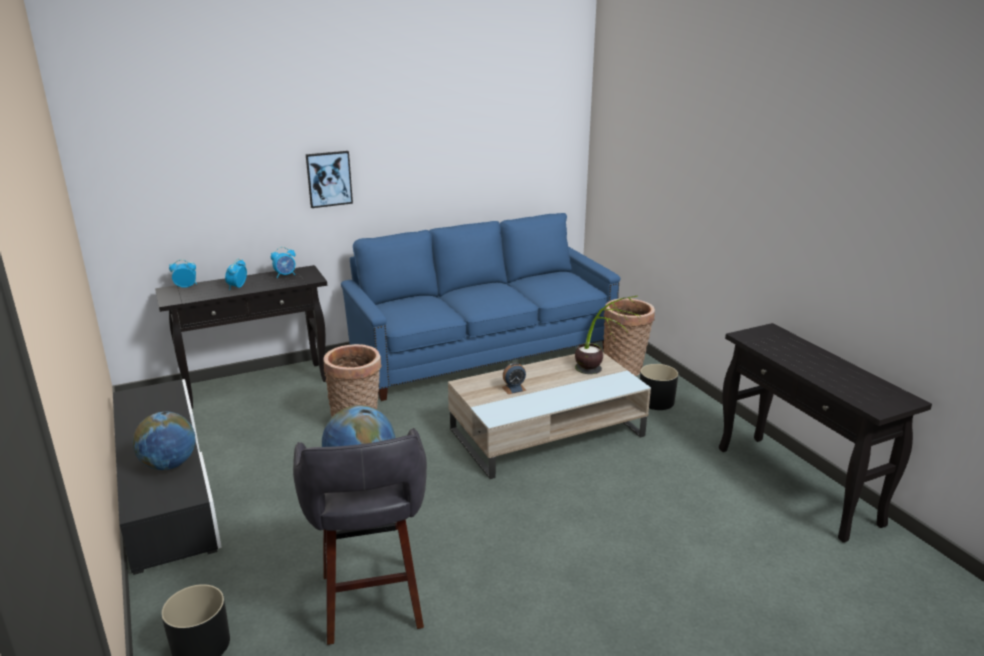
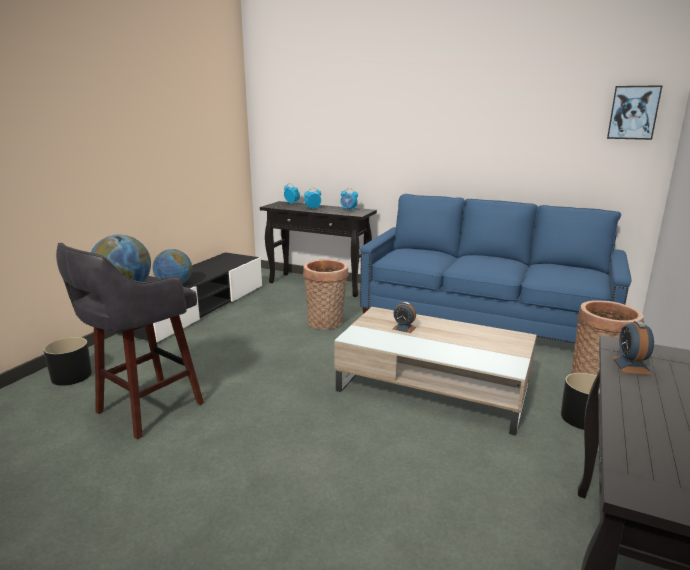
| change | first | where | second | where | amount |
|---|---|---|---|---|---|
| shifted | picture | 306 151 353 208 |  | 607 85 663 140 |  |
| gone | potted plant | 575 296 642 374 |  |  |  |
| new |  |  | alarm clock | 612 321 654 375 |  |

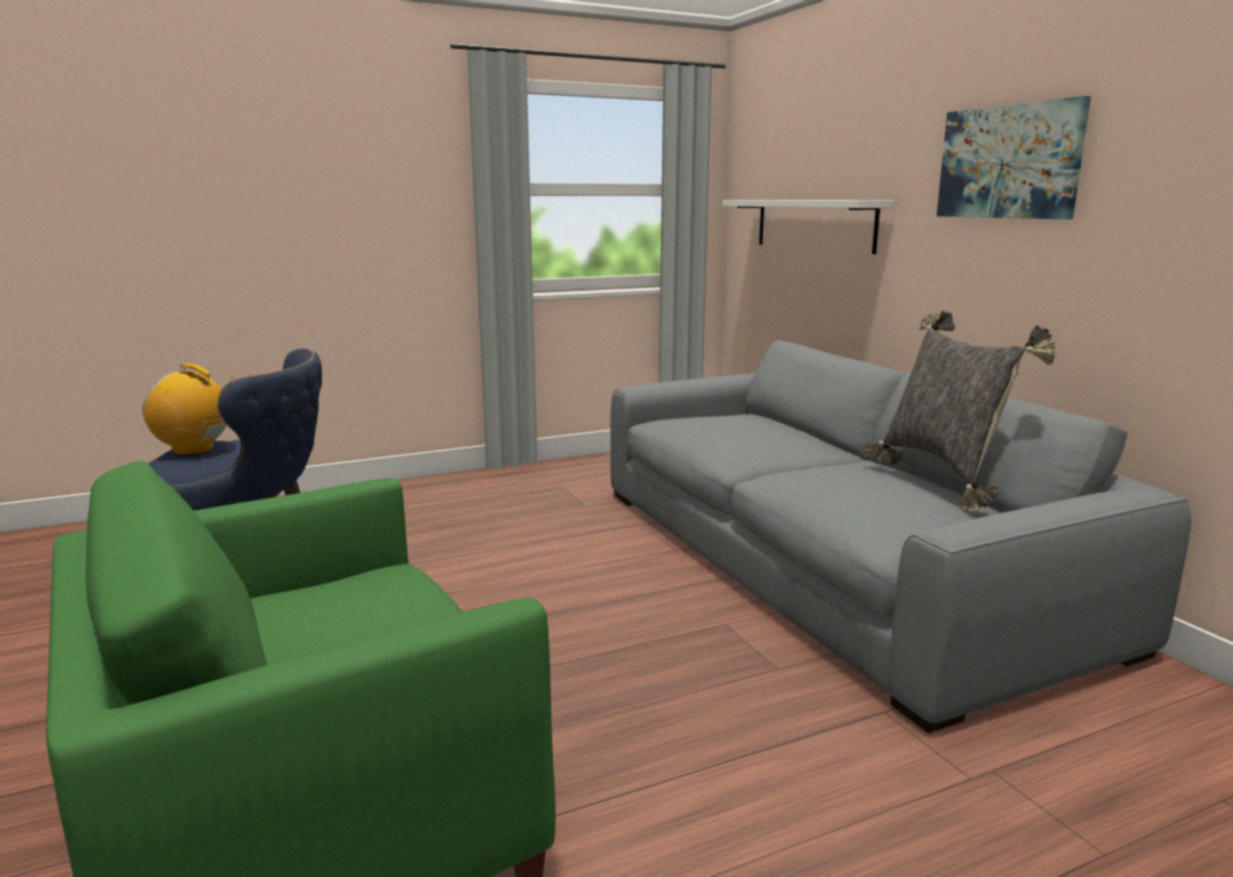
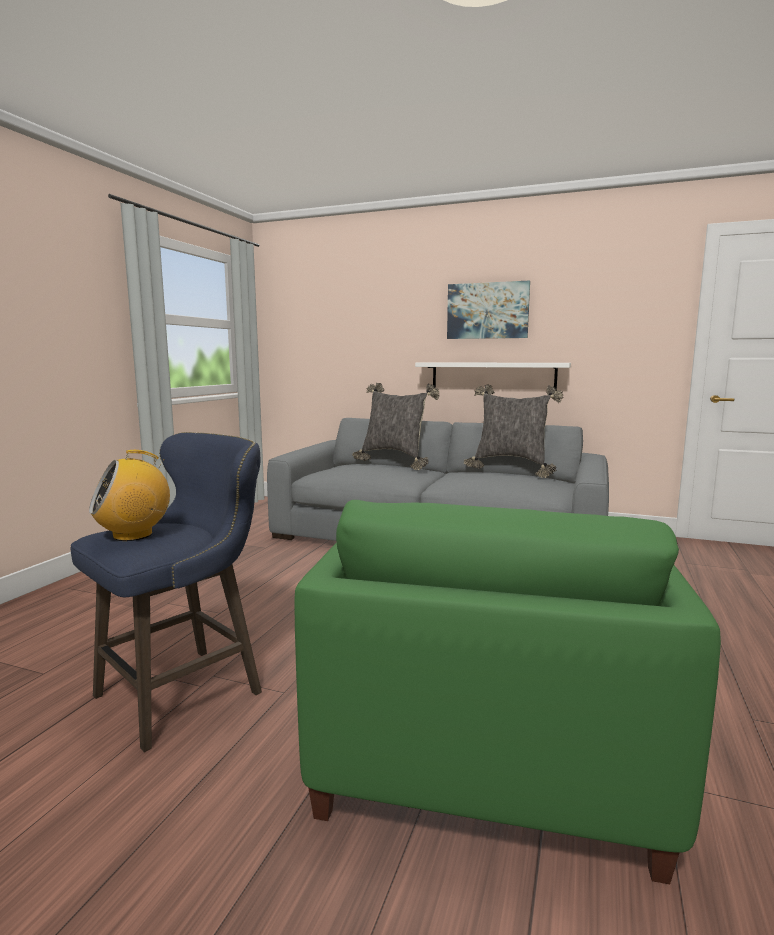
| change | first | where | second | where | amount |
|---|---|---|---|---|---|
| shifted | white shelf | 723 200 894 254 |  | 415 362 571 391 |  |
| new |  |  | pillow | 352 383 440 470 |  |

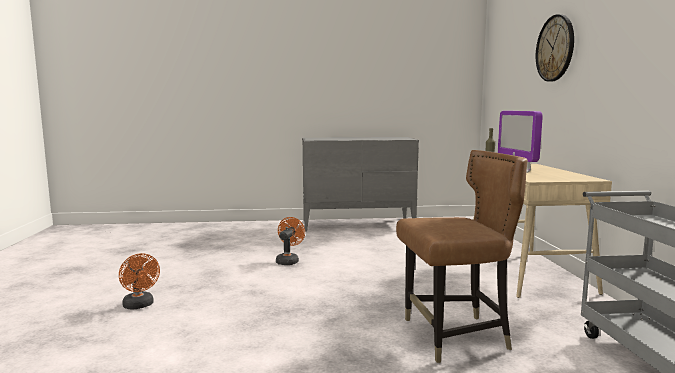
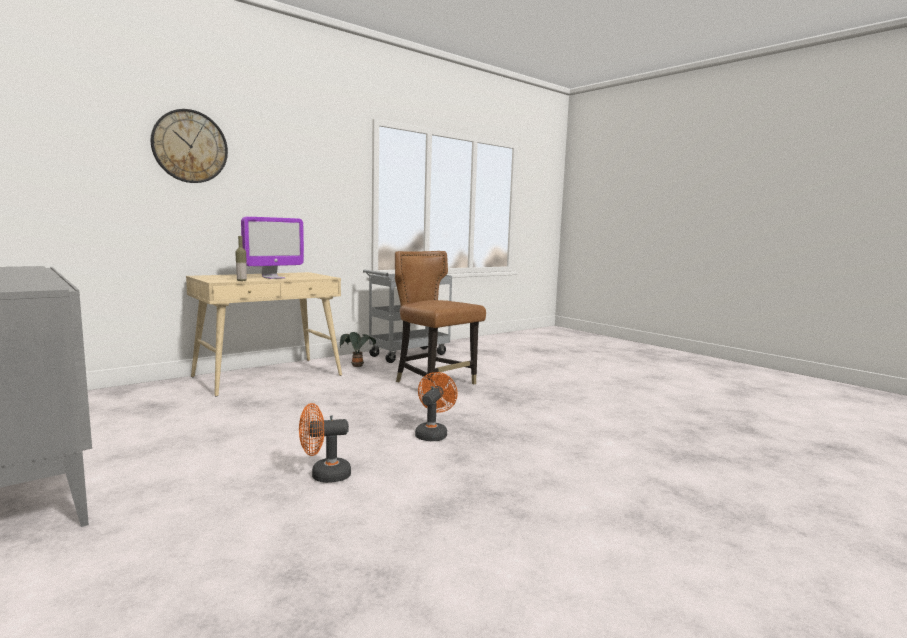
| change | first | where | second | where | amount |
|---|---|---|---|---|---|
| shifted | orange fan | 119 253 160 310 |  | 415 372 458 441 |  |
| new |  |  | potted plant | 340 332 376 367 |  |

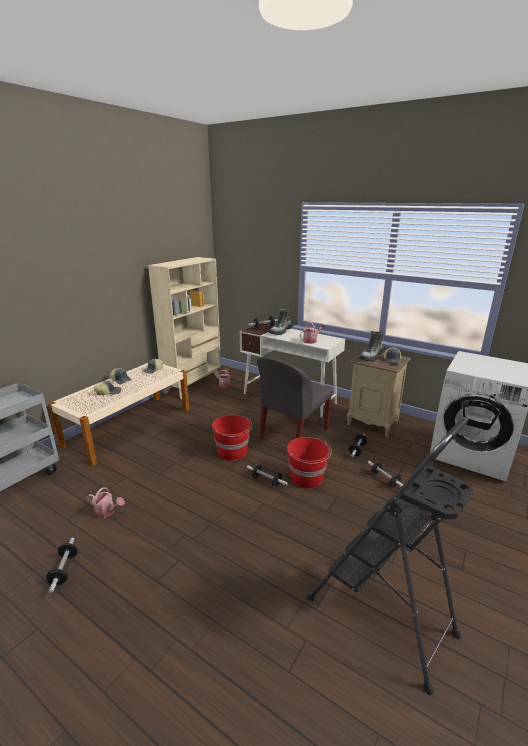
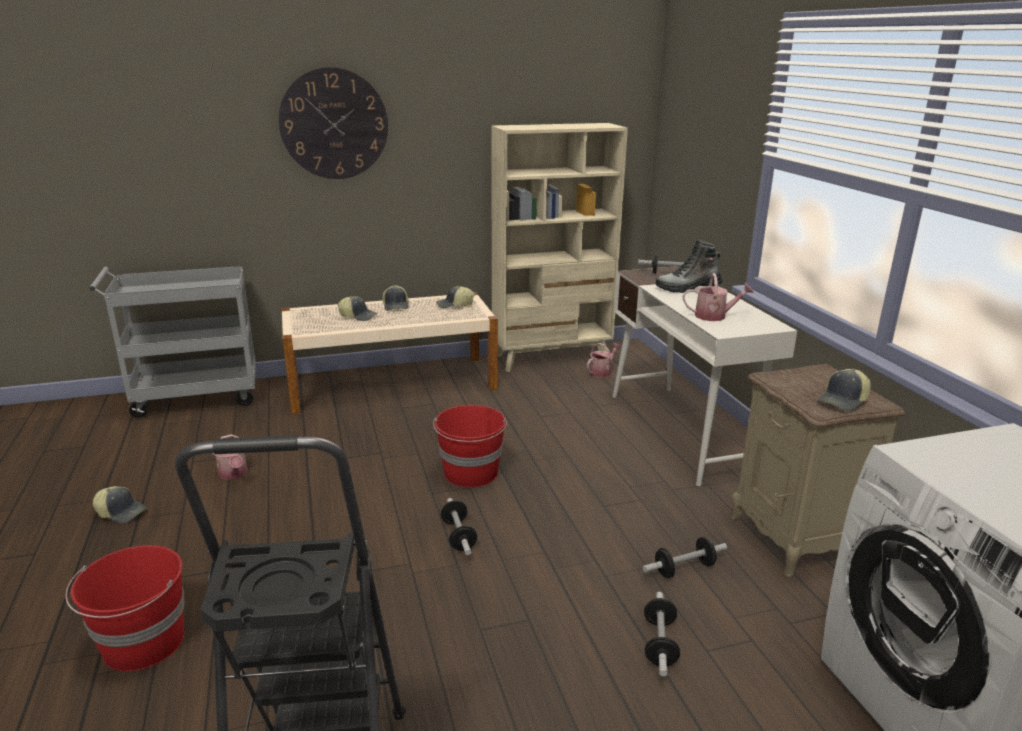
| change | first | where | second | where | amount |
|---|---|---|---|---|---|
| swapped | dumbbell | 46 538 78 593 | cap | 93 486 147 524 |  |
| gone | grey chair | 257 357 332 439 |  |  |  |
| shifted | red bucket | 287 437 332 489 |  | 65 545 185 672 |  |
| gone | boot | 359 331 384 361 |  |  |  |
| new |  |  | wall clock | 278 67 388 179 |  |

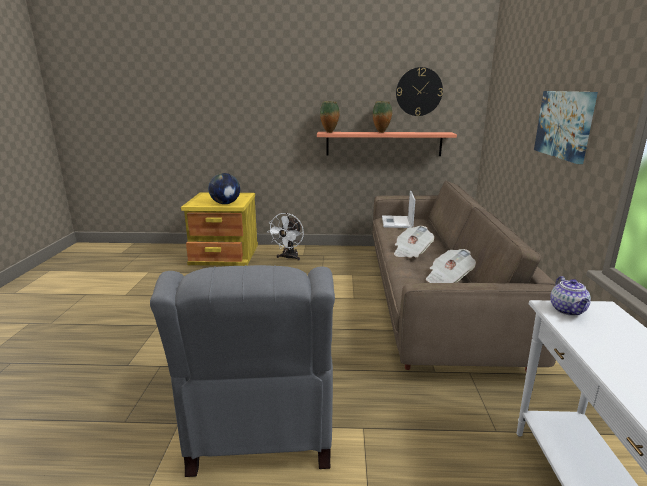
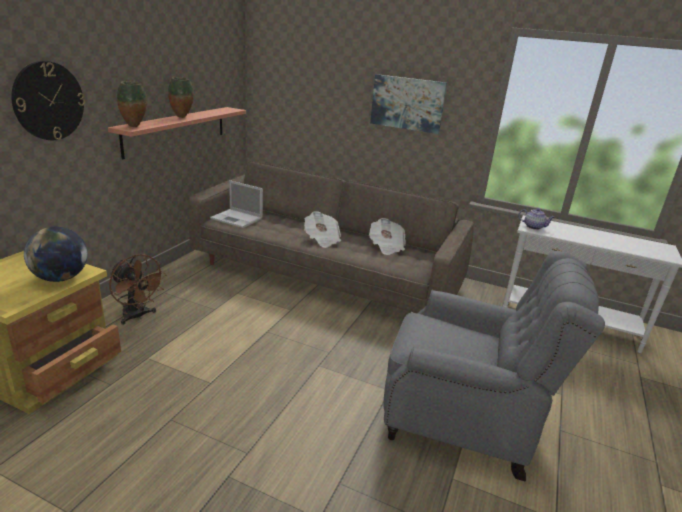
| change | first | where | second | where | amount |
|---|---|---|---|---|---|
| repainted | white fan | 267 213 304 261 | brown fan | 109 254 167 325 |  |
| shifted | wall clock | 396 67 443 116 |  | 11 61 85 140 |  |

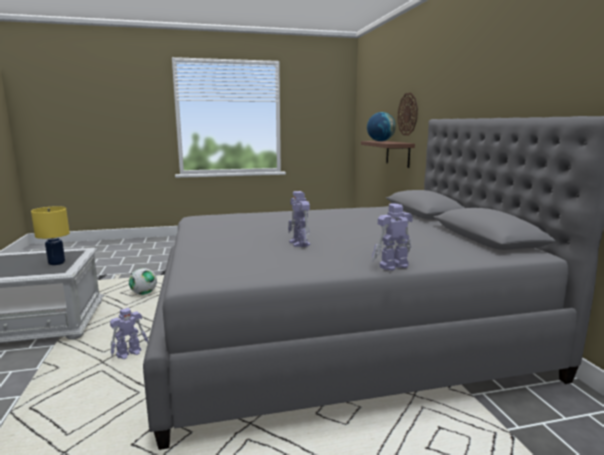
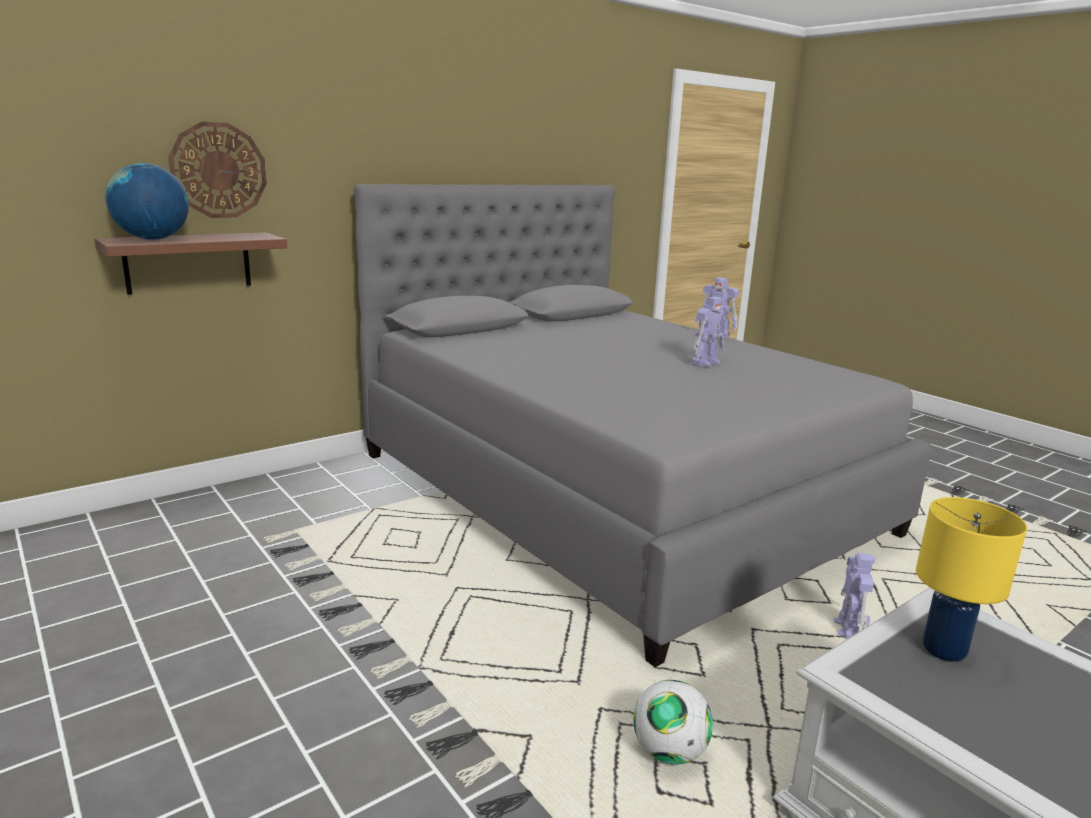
| change | first | where | second | where | amount |
|---|---|---|---|---|---|
| rotated | toy robot | 110 308 148 359 |  | 834 553 875 639 | 75 degrees clockwise |

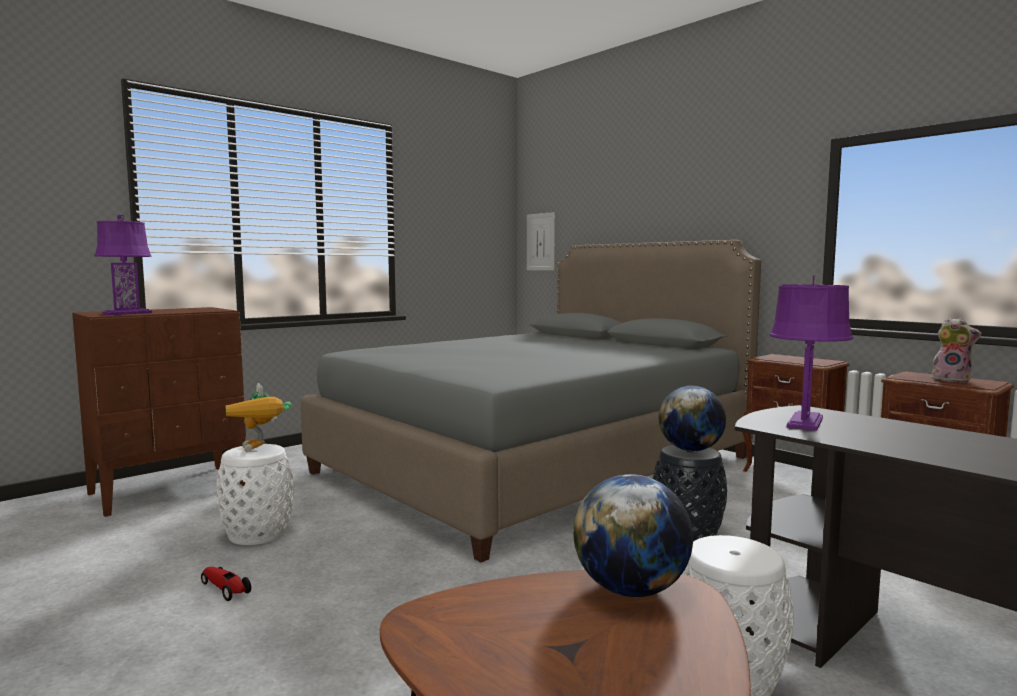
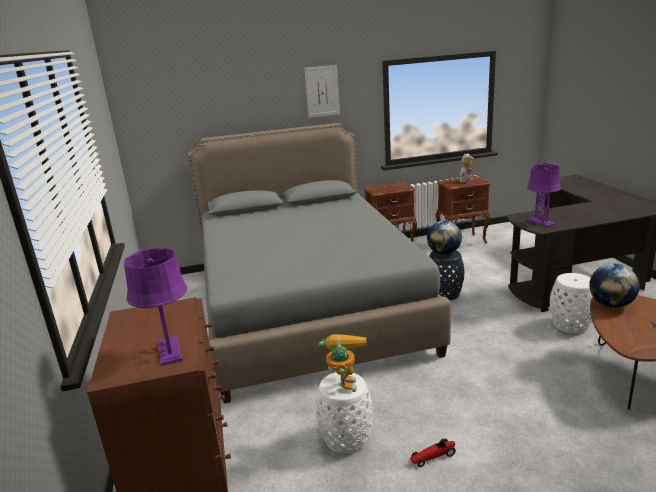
| change | first | where | second | where | amount |
|---|---|---|---|---|---|
| rotated | toy robot | 226 383 292 452 |  | 319 334 367 392 | 90 degrees counterclockwise |
| shifted | picture | 527 212 555 270 |  | 304 65 340 118 |  |

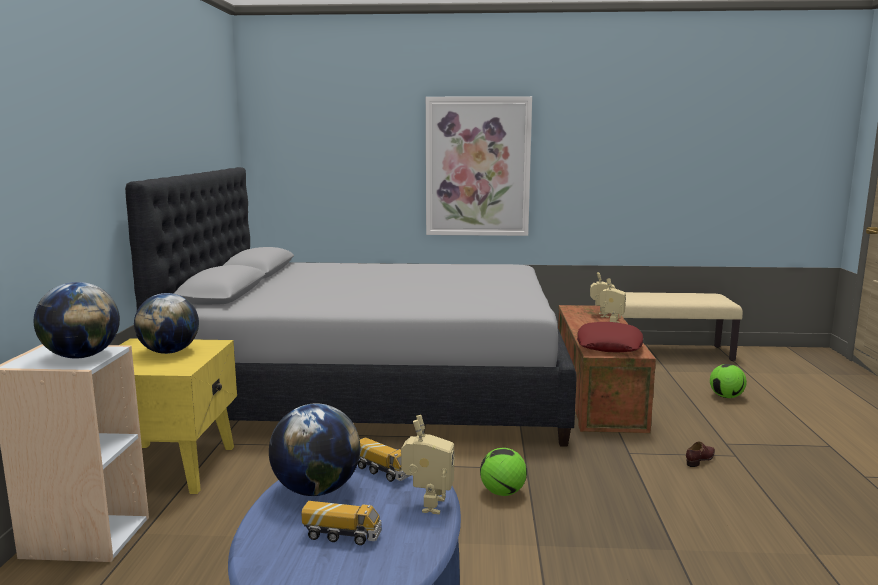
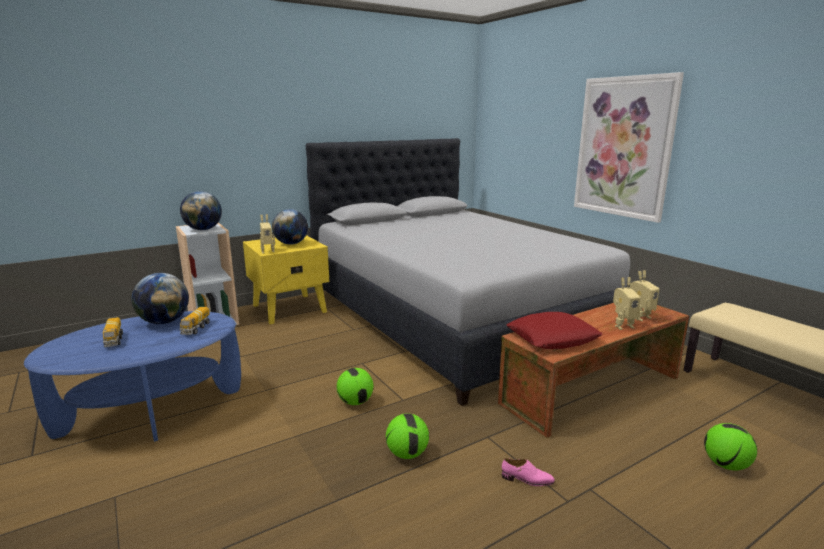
| change | first | where | second | where | amount |
|---|---|---|---|---|---|
| shifted | toy robot | 401 415 455 514 |  | 260 214 275 253 |  |
| repainted | brown shoe | 686 441 715 467 | pink shoe | 502 458 555 486 |  |
| new |  |  | football | 386 413 429 459 |  |

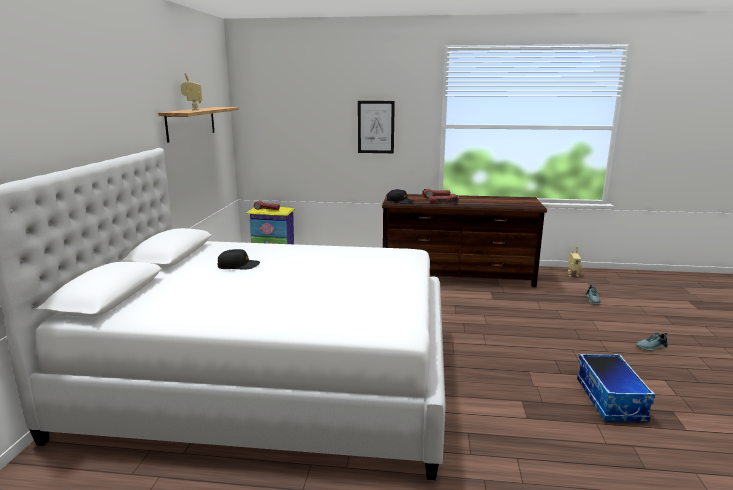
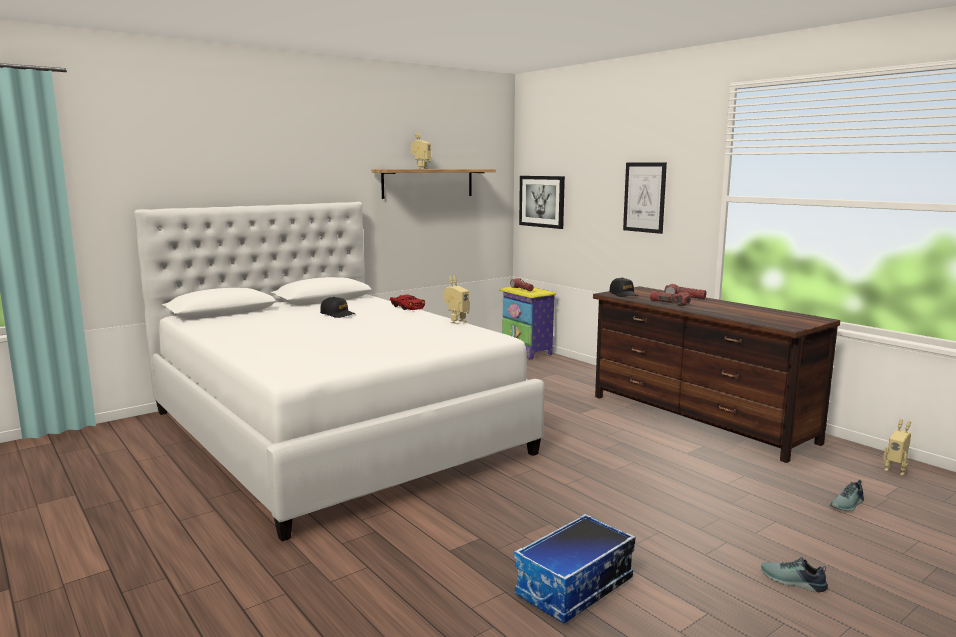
| change | first | where | second | where | amount |
|---|---|---|---|---|---|
| new |  |  | red toy car | 390 294 425 310 |  |
| new |  |  | toy robot | 444 275 469 324 |  |
| new |  |  | picture | 519 176 565 229 |  |

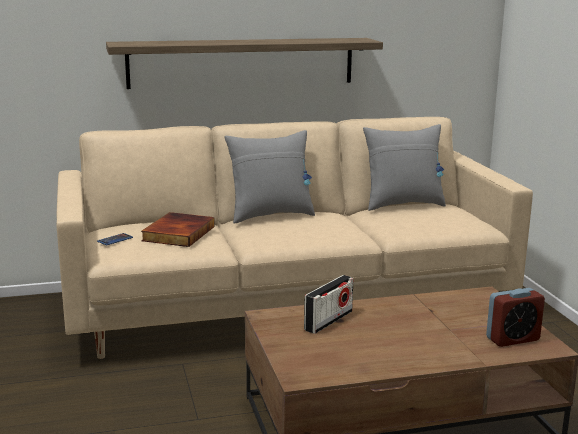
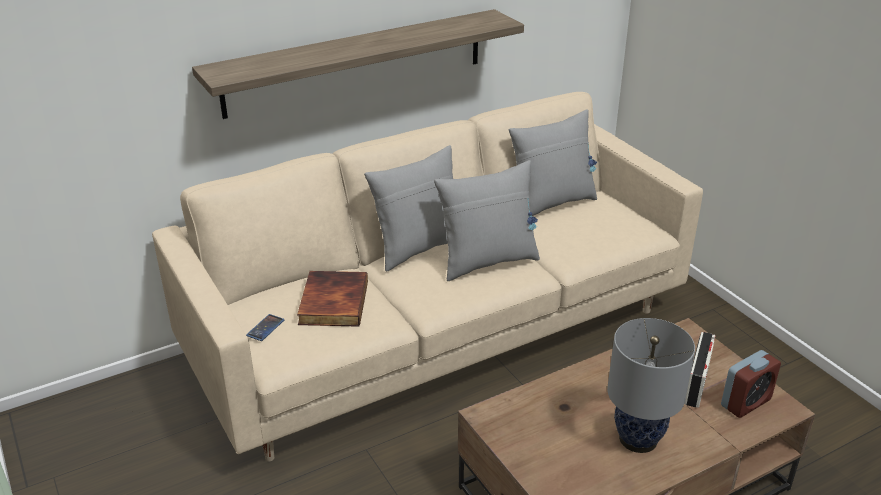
| change | first | where | second | where | amount |
|---|---|---|---|---|---|
| shifted | radio | 304 275 354 334 |  | 684 332 716 408 |  |
| new |  |  | grey pillow | 434 160 540 281 |  |
| new |  |  | grey table lamp | 607 318 695 453 |  |

